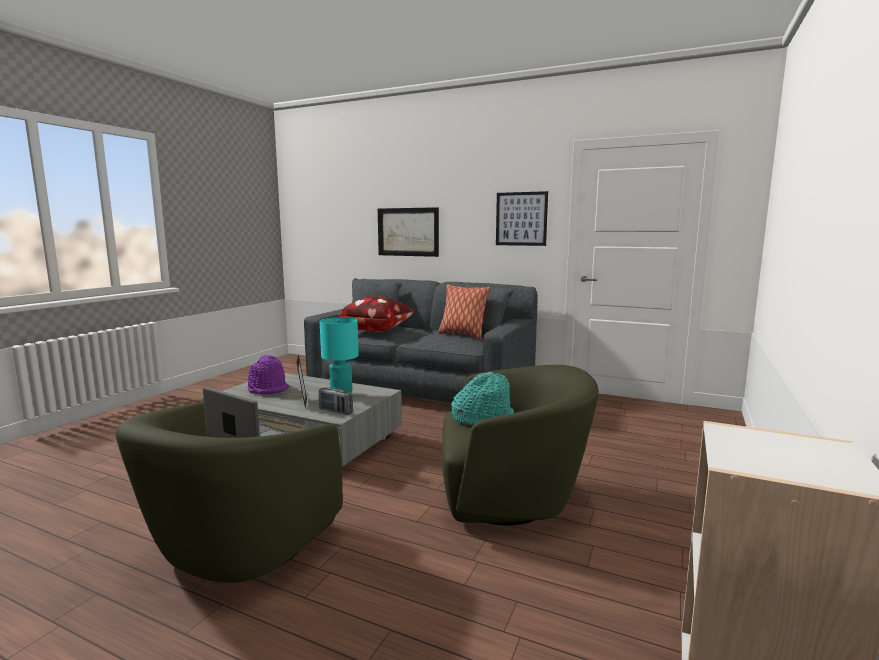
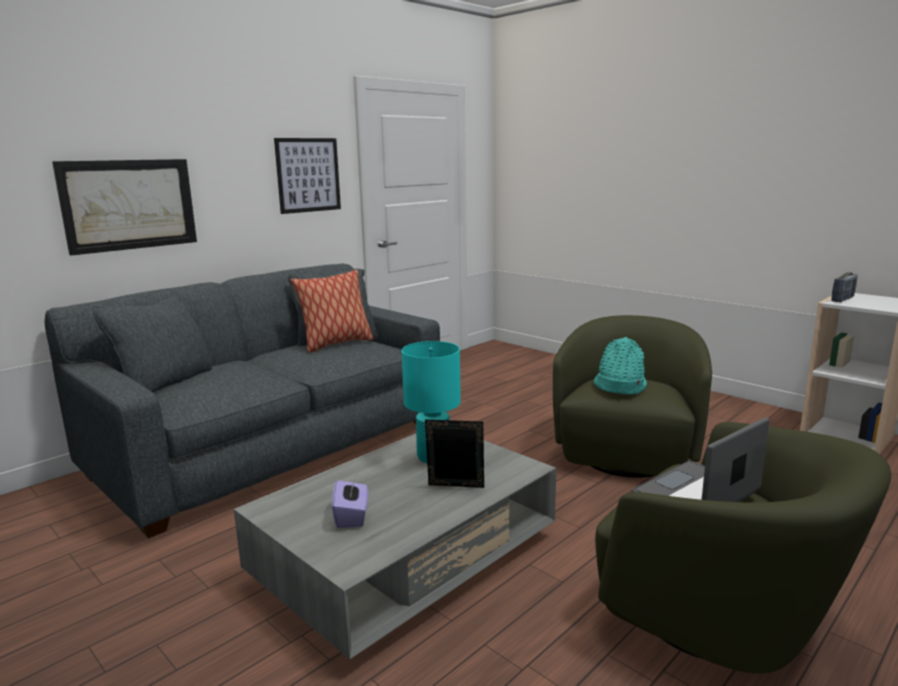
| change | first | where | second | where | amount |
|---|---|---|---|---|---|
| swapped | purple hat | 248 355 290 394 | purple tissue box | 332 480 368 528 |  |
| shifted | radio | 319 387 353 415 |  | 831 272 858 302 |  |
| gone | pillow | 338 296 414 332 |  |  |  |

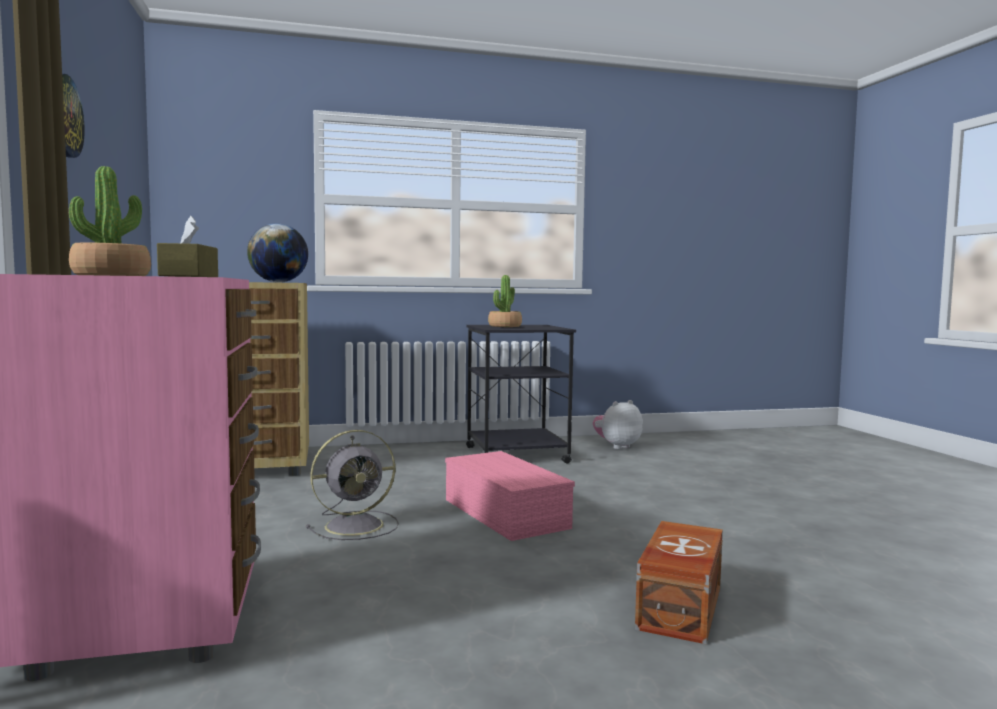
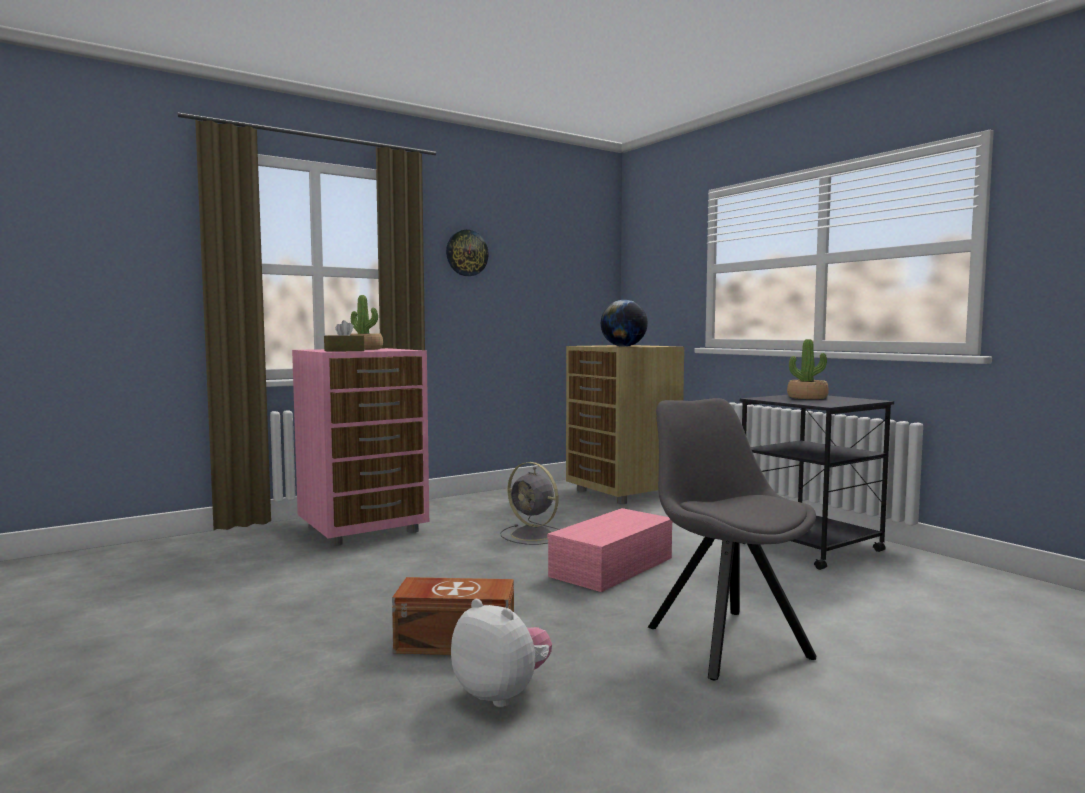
| change | first | where | second | where | amount |
|---|---|---|---|---|---|
| shifted | plush toy | 593 400 643 449 |  | 451 599 552 707 |  |
| new |  |  | grey chair | 648 398 816 680 |  |

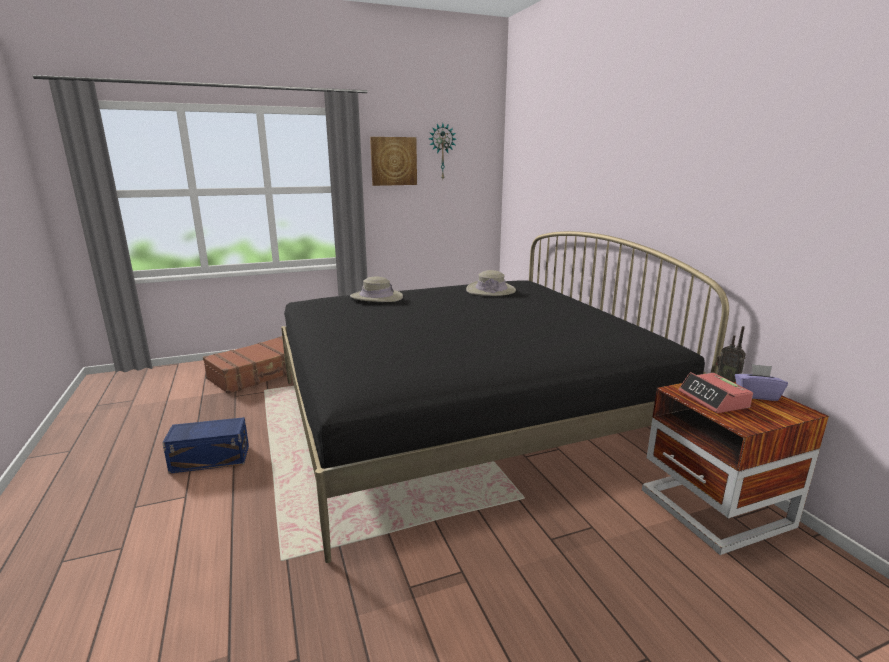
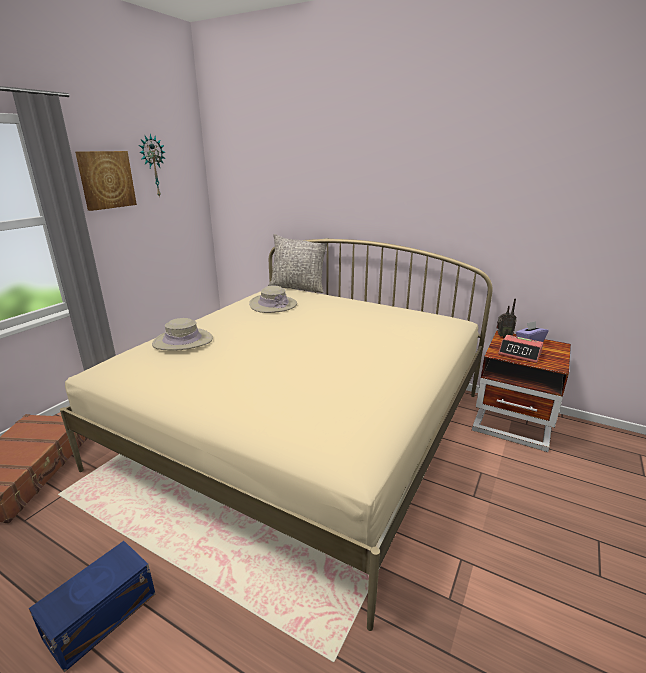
| change | first | where | second | where | amount |
|---|---|---|---|---|---|
| repainted | black bed | 281 231 729 563 | beige bed | 60 239 493 631 |  |
| new |  |  | grey pillow | 268 234 329 293 |  |

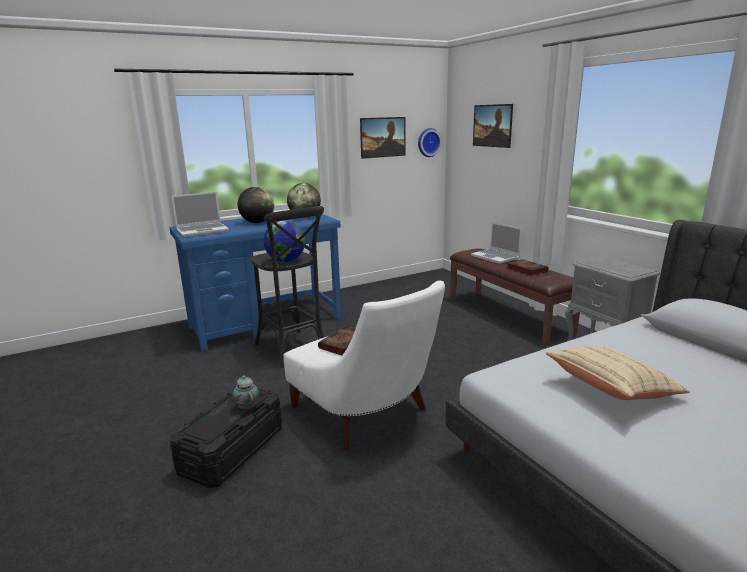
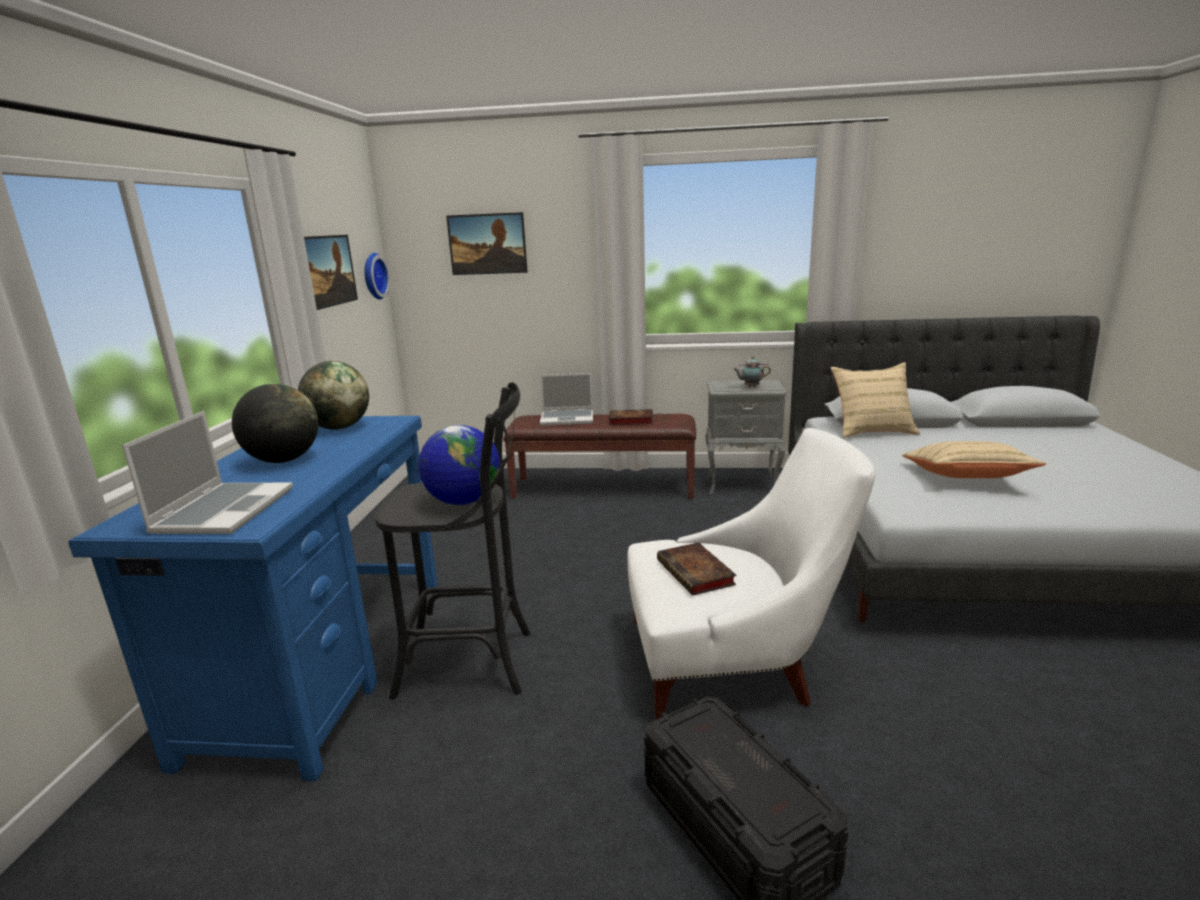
| change | first | where | second | where | amount |
|---|---|---|---|---|---|
| shifted | teapot | 232 376 259 409 |  | 733 356 771 387 |  |
| new |  |  | beige pillow | 830 362 920 438 |  |

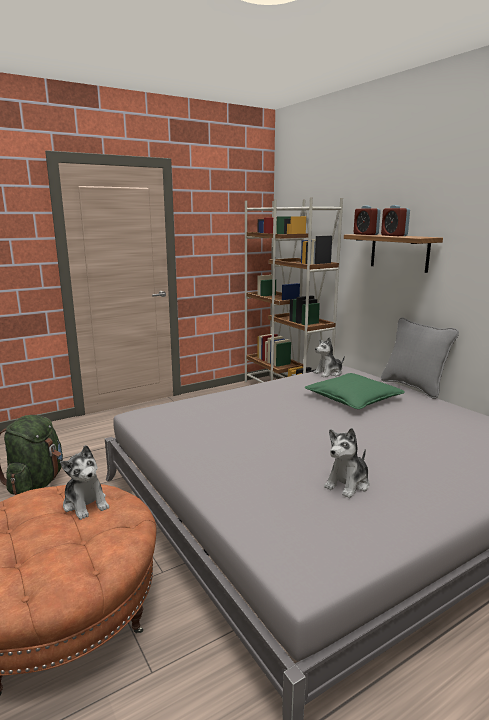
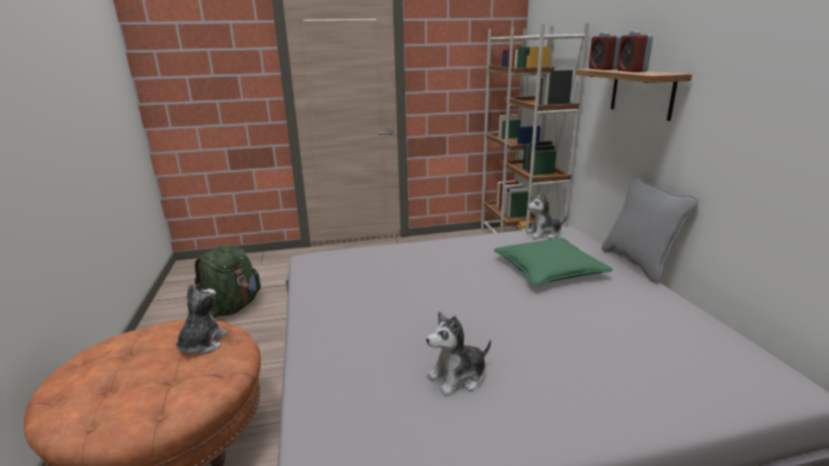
| change | first | where | second | where | amount |
|---|---|---|---|---|---|
| rotated | plush toy | 60 445 109 520 |  | 176 284 227 355 | 150 degrees counterclockwise |

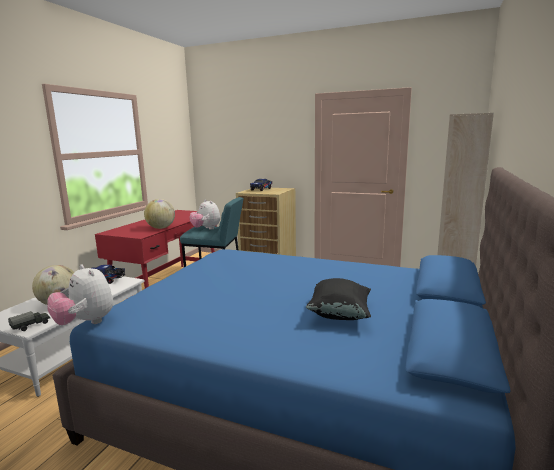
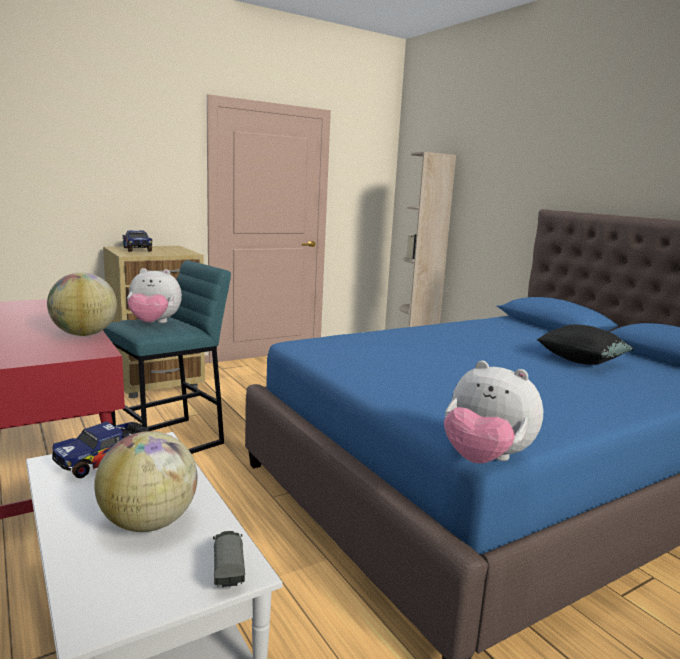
| change | first | where | second | where | amount |
|---|---|---|---|---|---|
| rotated | plush toy | 47 265 113 325 |  | 444 360 543 464 | 45 degrees clockwise |

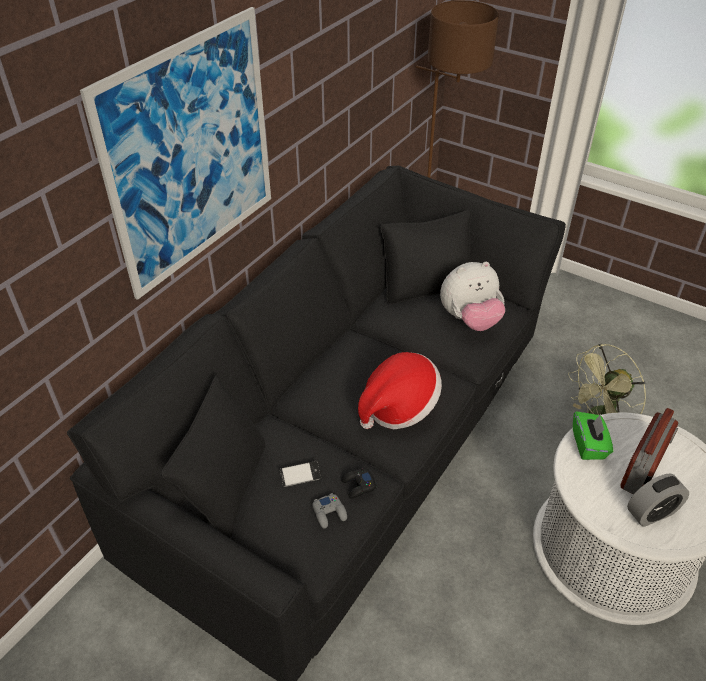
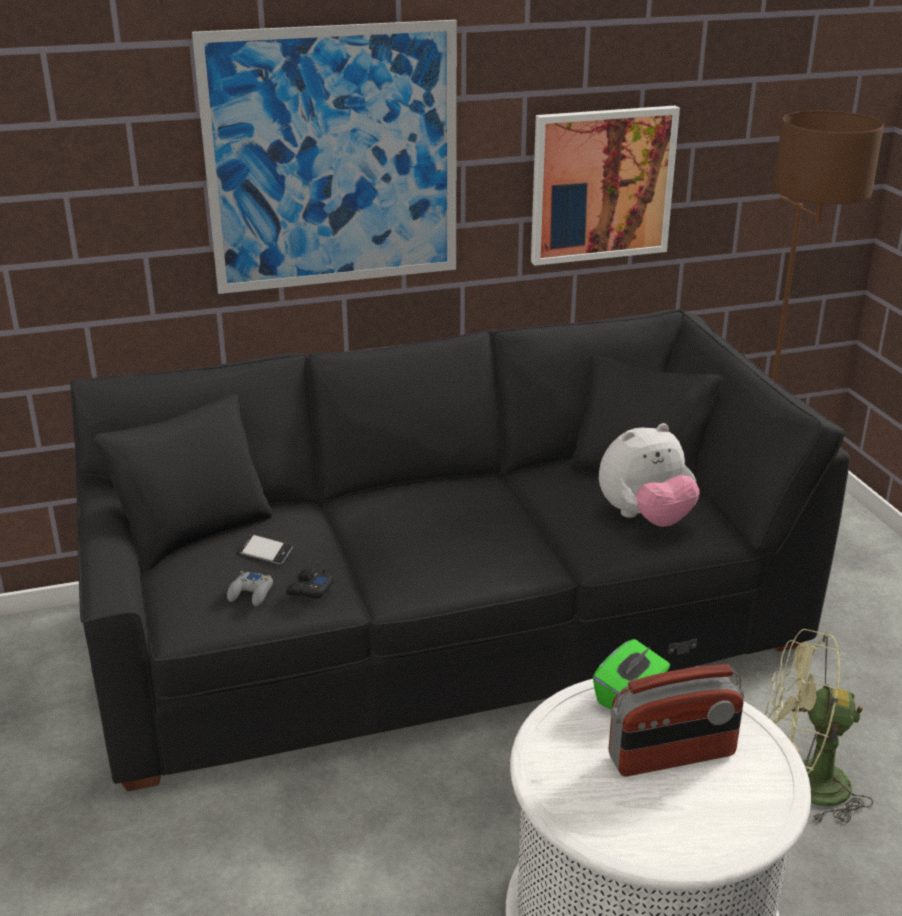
| change | first | where | second | where | amount |
|---|---|---|---|---|---|
| gone | hat | 358 352 442 429 |  |  |  |
| rotated | plush toy | 440 262 505 331 |  | 599 423 700 527 | 45 degrees counterclockwise |
| gone | alarm clock | 627 474 689 527 |  |  |  |
| new |  |  | picture | 531 106 680 266 |  |

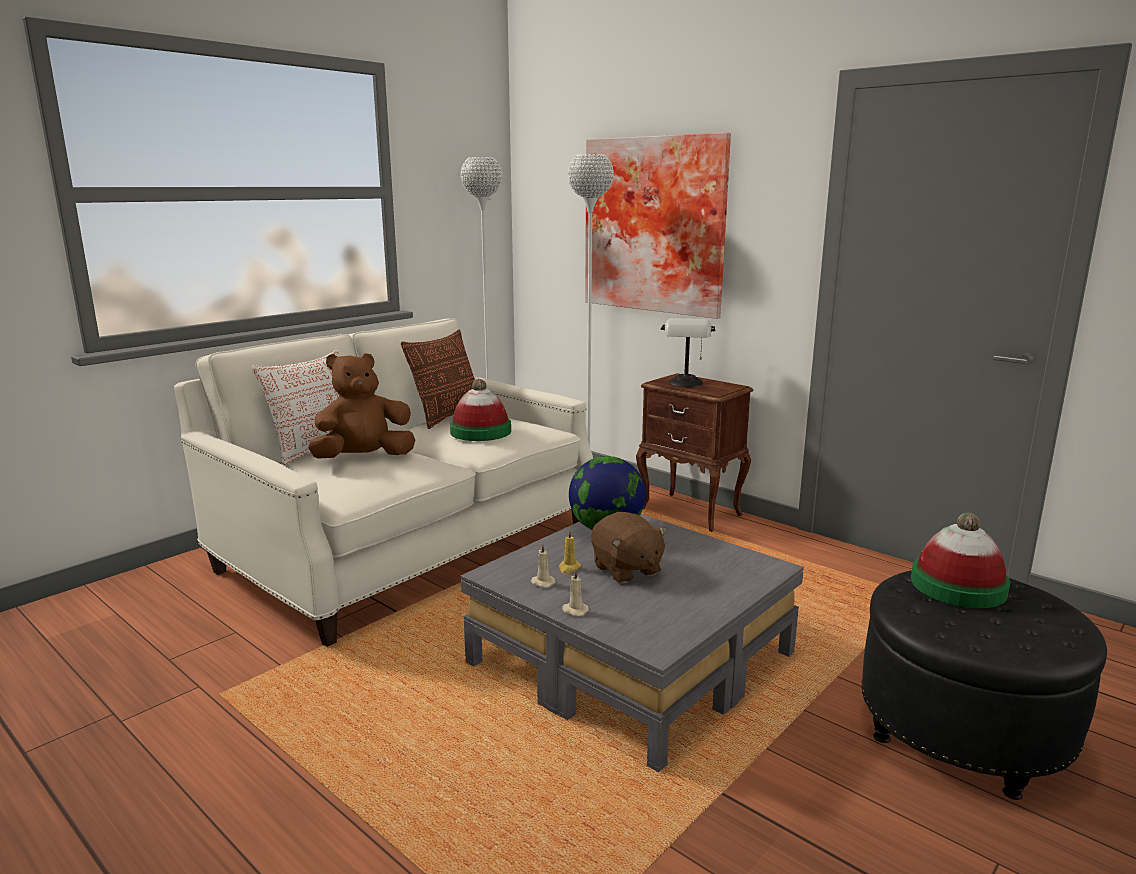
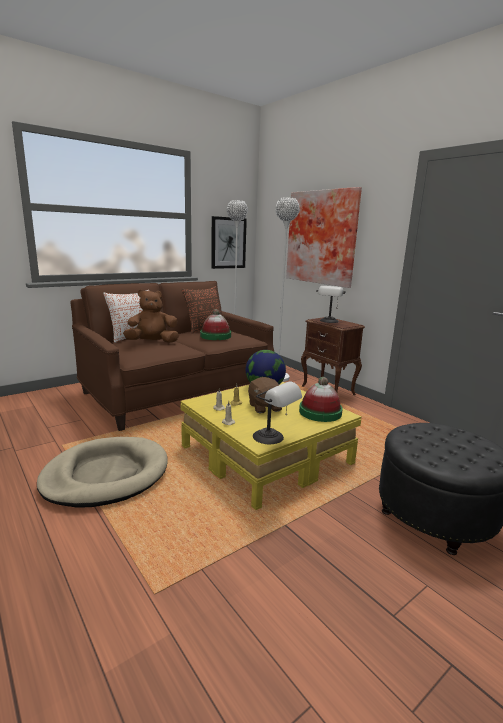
| change | first | where | second | where | amount |
|---|---|---|---|---|---|
| repainted | white sofa | 174 318 593 647 | brown sofa | 70 281 274 431 |  |
| repainted | grey coffee table | 461 514 804 772 | yellow coffee table | 180 381 362 510 |  |
| shifted | hat | 911 513 1010 608 |  | 299 377 342 422 |  |
| new |  |  | beige dog bed | 37 437 168 508 |  |
| new |  |  | picture | 211 216 247 269 |  |
| new |  |  | table lamp | 253 382 302 444 |  |

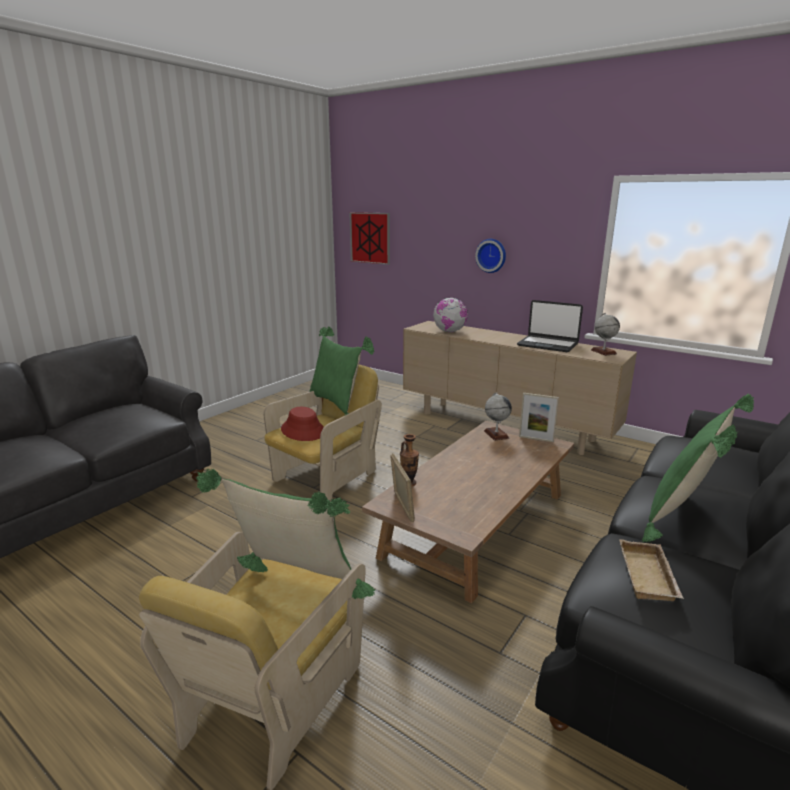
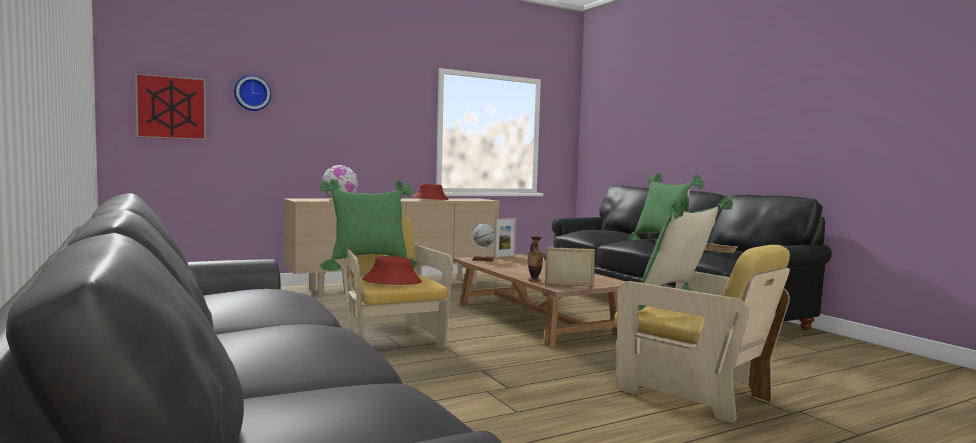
| change | first | where | second | where | amount |
|---|---|---|---|---|---|
| shifted | wall clock | 475 239 506 273 |  | 234 75 271 111 |  |
| swapped | laptop | 517 300 583 352 | red hat | 412 183 449 200 |  |
| gone | globe | 591 313 620 356 |  |  |  |

